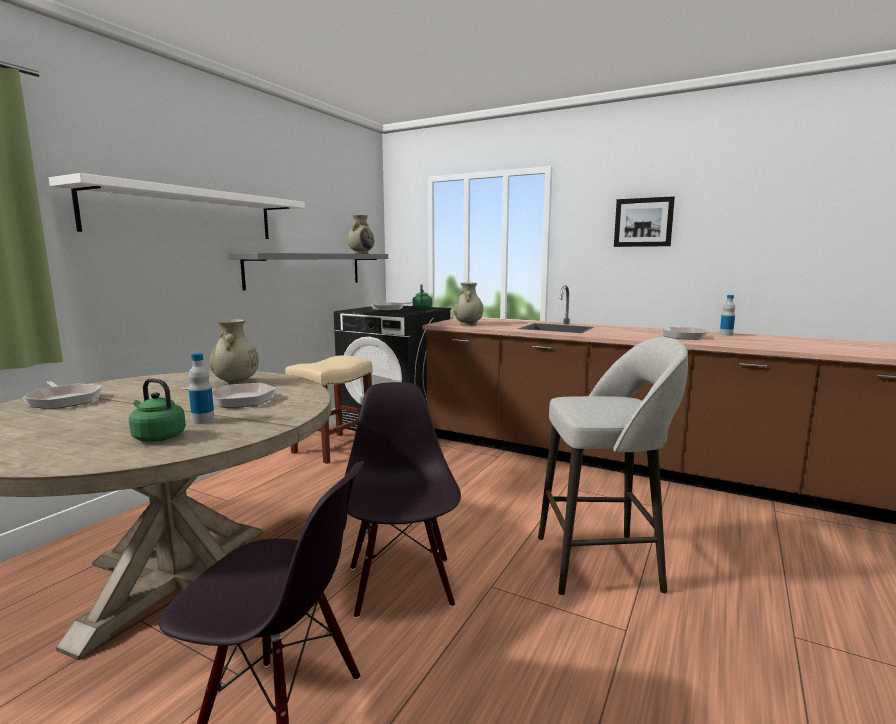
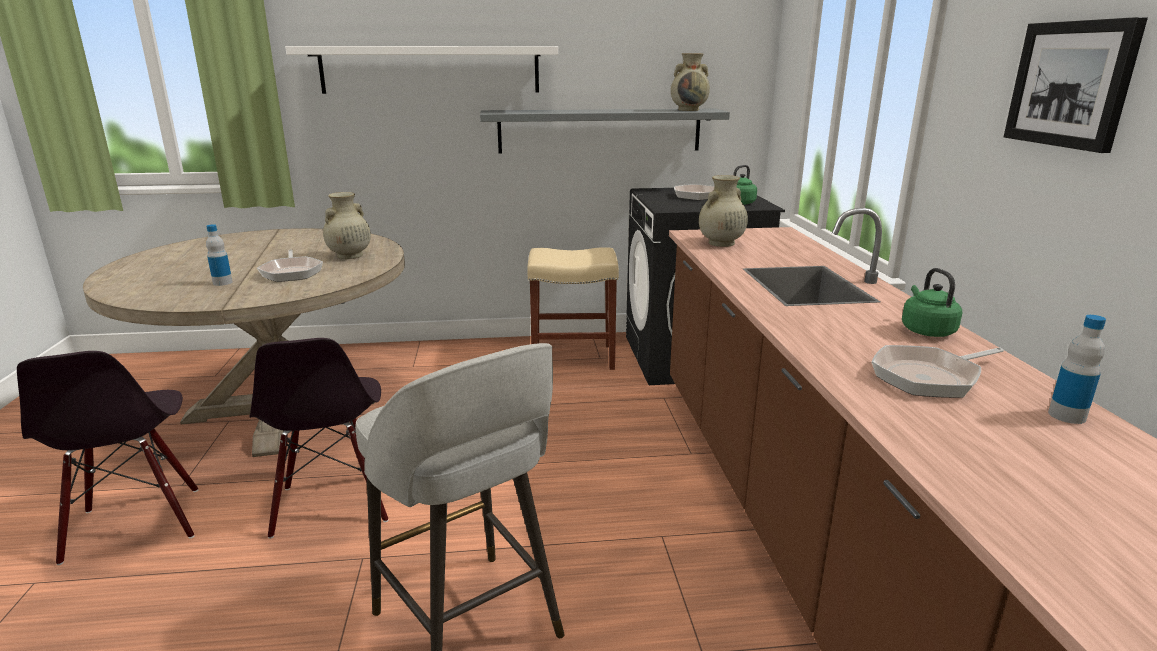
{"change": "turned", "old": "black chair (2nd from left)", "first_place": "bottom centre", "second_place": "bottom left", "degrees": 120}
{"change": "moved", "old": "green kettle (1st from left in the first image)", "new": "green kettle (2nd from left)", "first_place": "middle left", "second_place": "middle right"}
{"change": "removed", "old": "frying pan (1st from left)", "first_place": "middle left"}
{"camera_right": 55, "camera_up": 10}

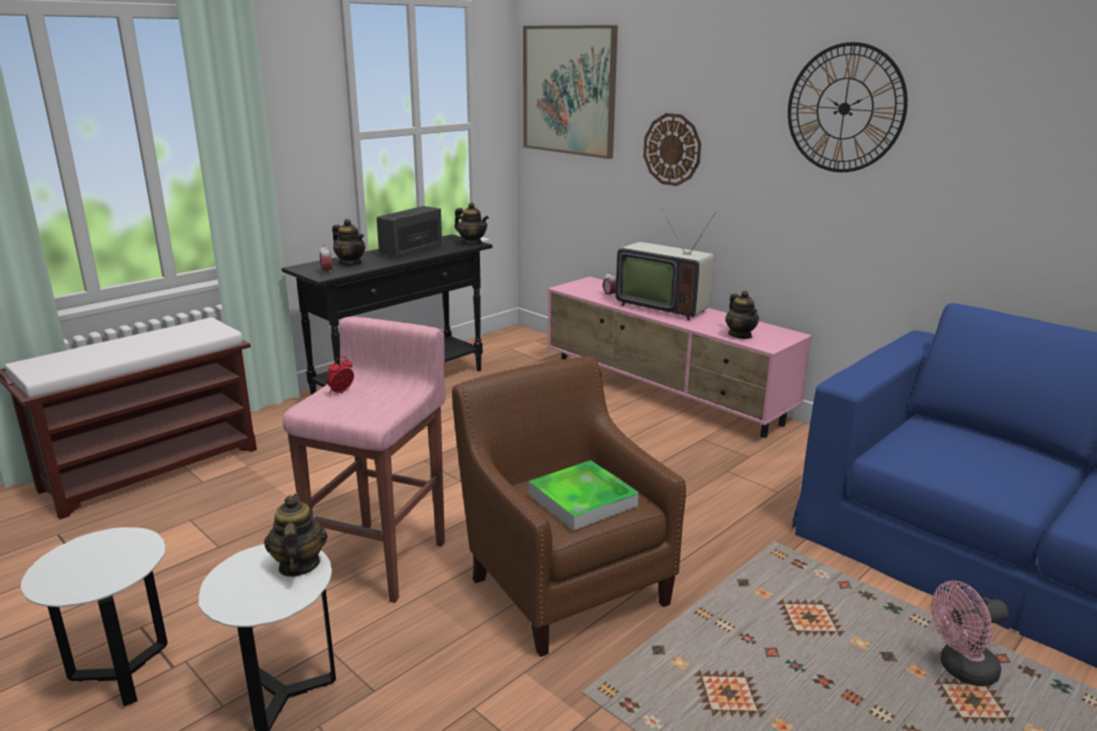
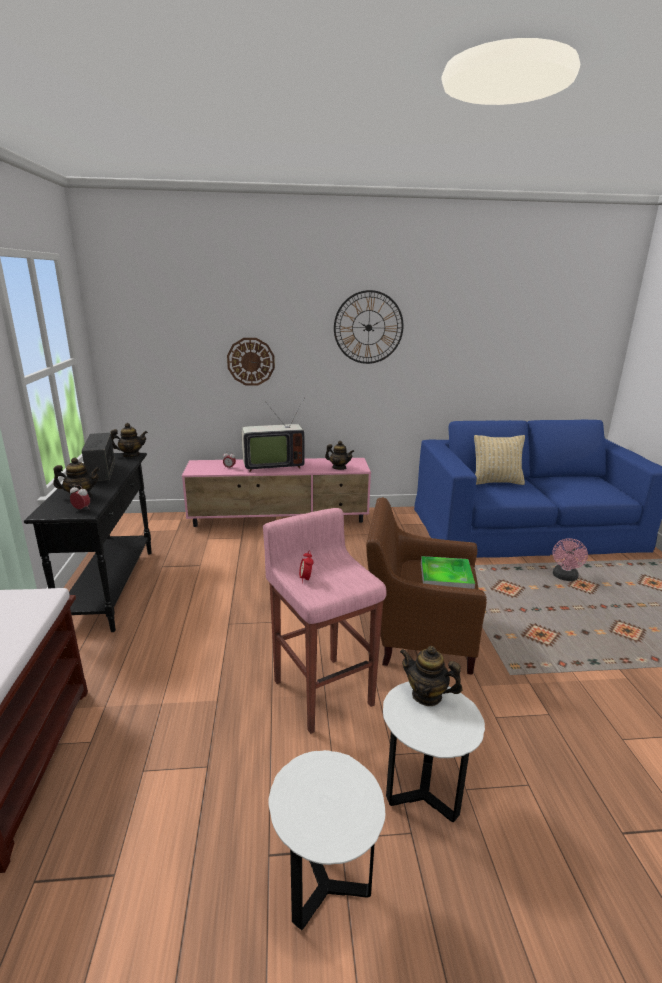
{"change": "added", "new": "beige pillow", "second_place": "middle right"}
{"change": "removed", "old": "picture", "first_place": "top centre"}
{"camera_right": -50, "camera_up": 0}

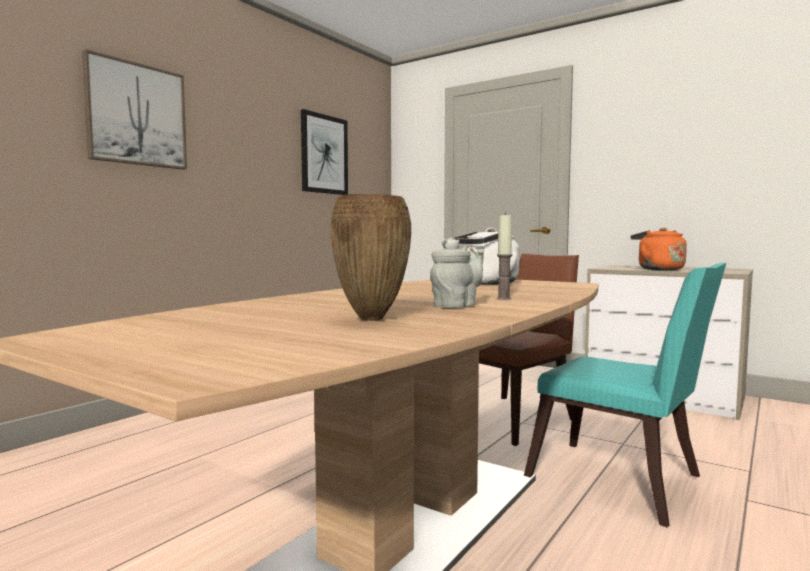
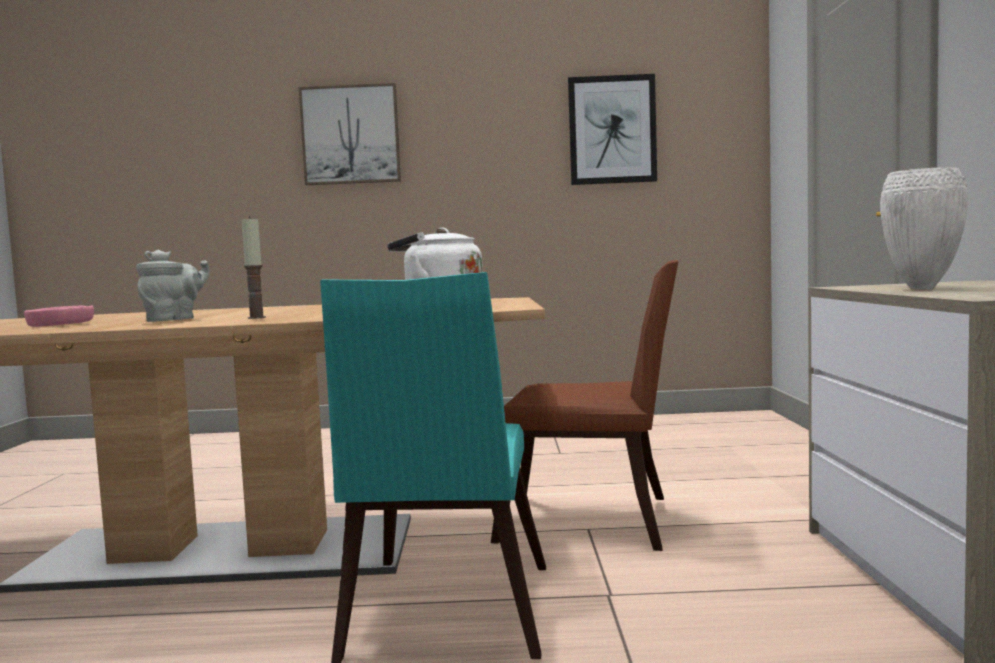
{"change": "replaced", "old": "brown vase", "new": "pink bowl", "first_place": "centre", "second_place": "middle left"}
{"change": "turned", "old": "grey teapot", "first_place": "centre", "second_place": "middle left", "degrees": -60}
{"change": "replaced", "old": "orange kettle", "new": "white vase", "first_place": "middle right", "second_place": "middle right"}
{"camera_right": 55, "camera_up": 0}

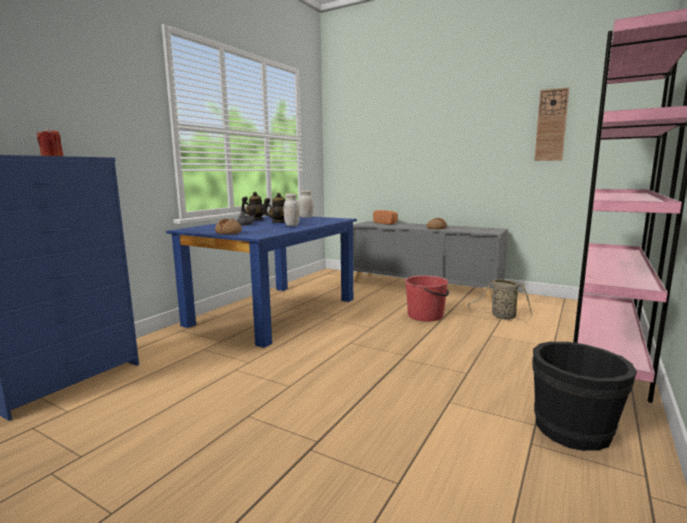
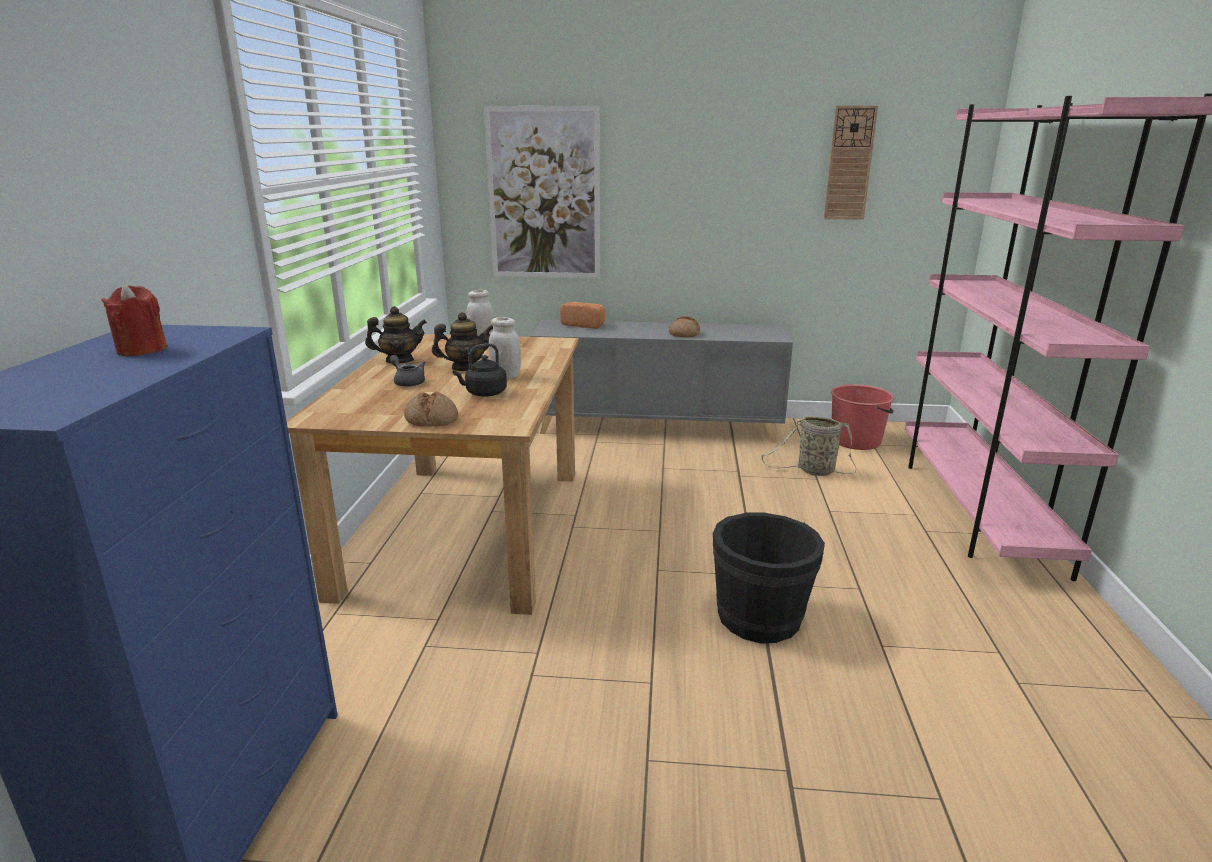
{"change": "recoloured", "old": "blue dining table", "new": "brown dining table", "first_place": "centre", "second_place": "centre"}
{"change": "added", "new": "black kettle", "second_place": "centre"}
{"change": "added", "new": "picture", "second_place": "top centre"}
{"change": "moved", "old": "black bucket", "first_place": "bottom right", "second_place": "bottom centre"}
{"change": "moved", "old": "red bucket", "first_place": "centre", "second_place": "middle right"}
{"camera_right": -25, "camera_up": 10}

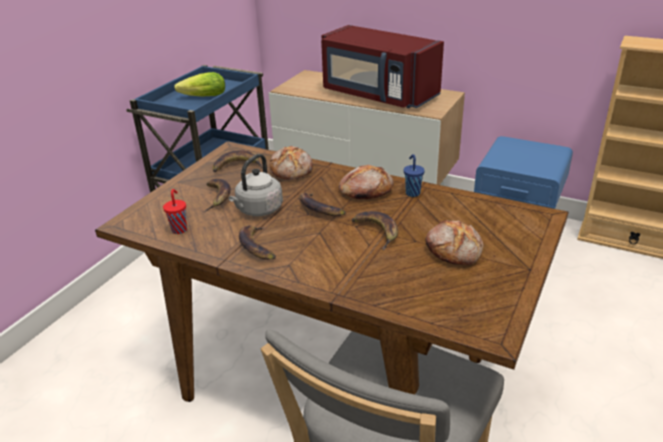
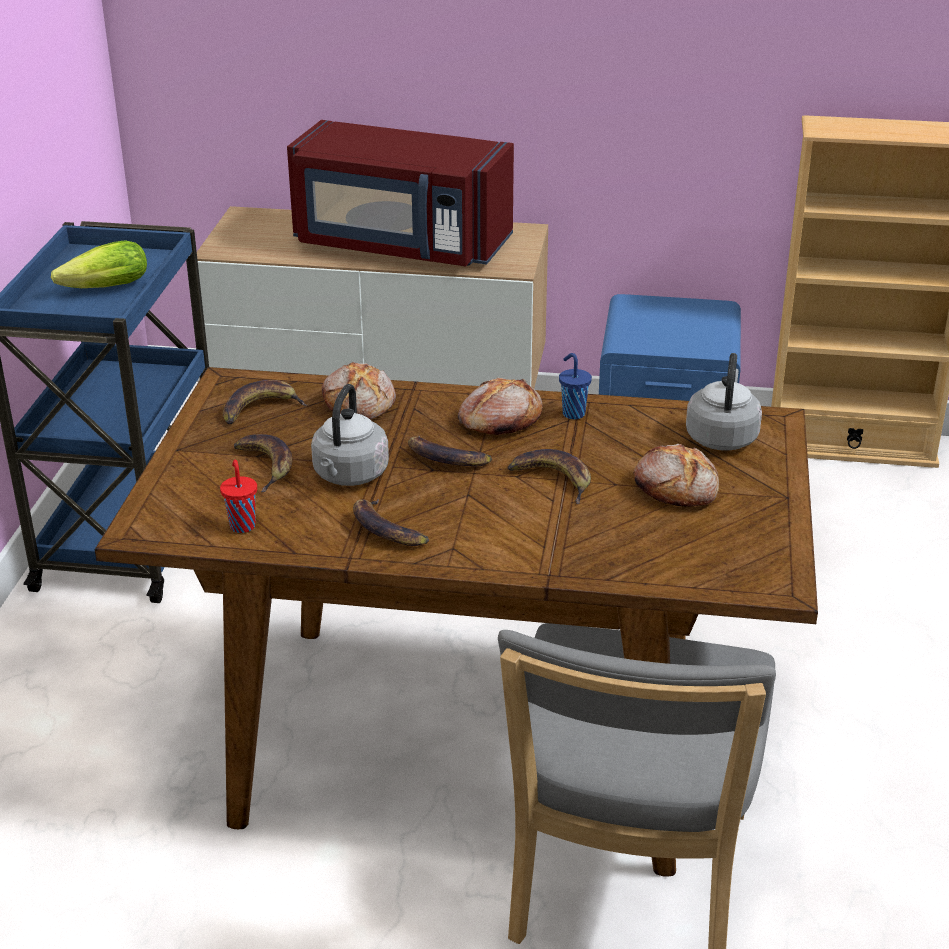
{"change": "added", "new": "grey kettle (2nd from left)", "second_place": "middle right"}
{"camera_right": -20, "camera_up": 0}

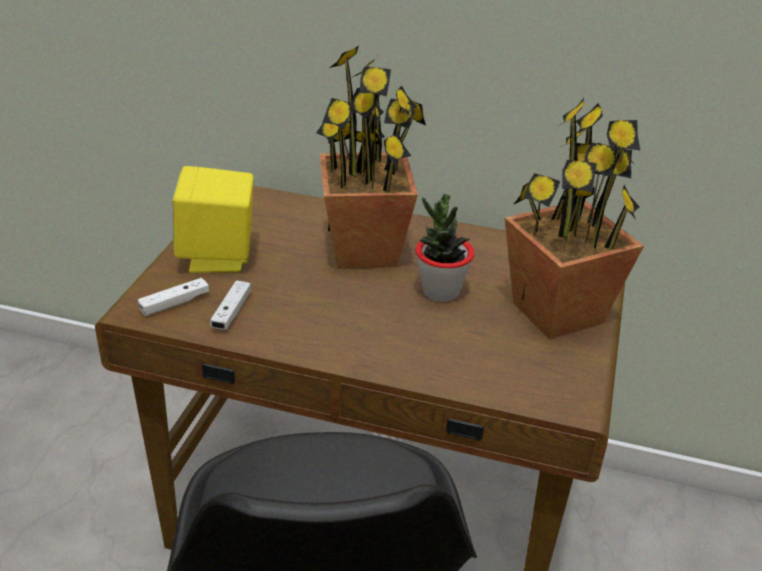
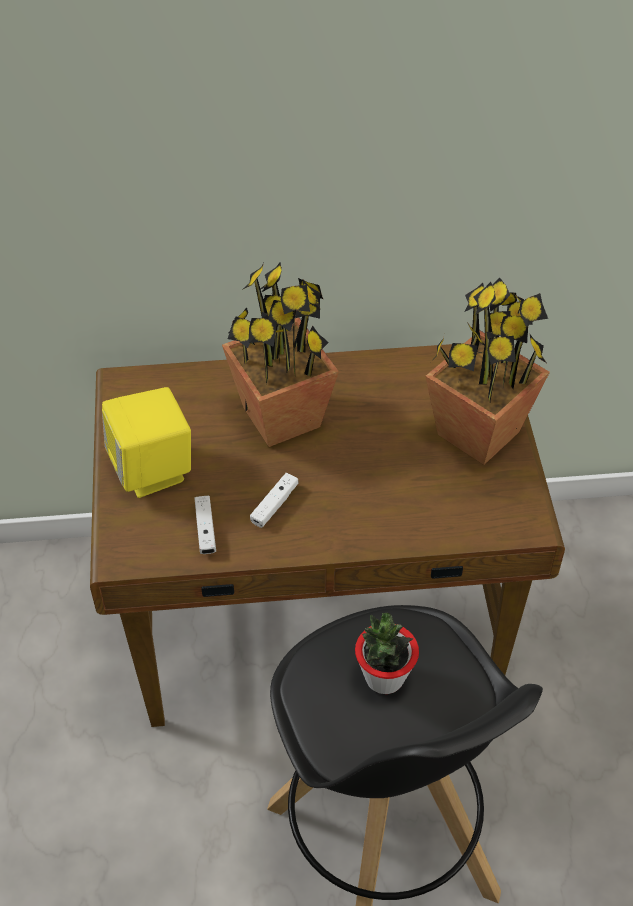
{"change": "moved", "old": "white game controller (1st from left in the first image)", "new": "white game controller (2nd from left)", "first_place": "middle left", "second_place": "centre"}
{"change": "moved", "old": "potted plant (2nd from left)", "first_place": "centre", "second_place": "bottom centre"}
{"camera_right": -20, "camera_up": 15}

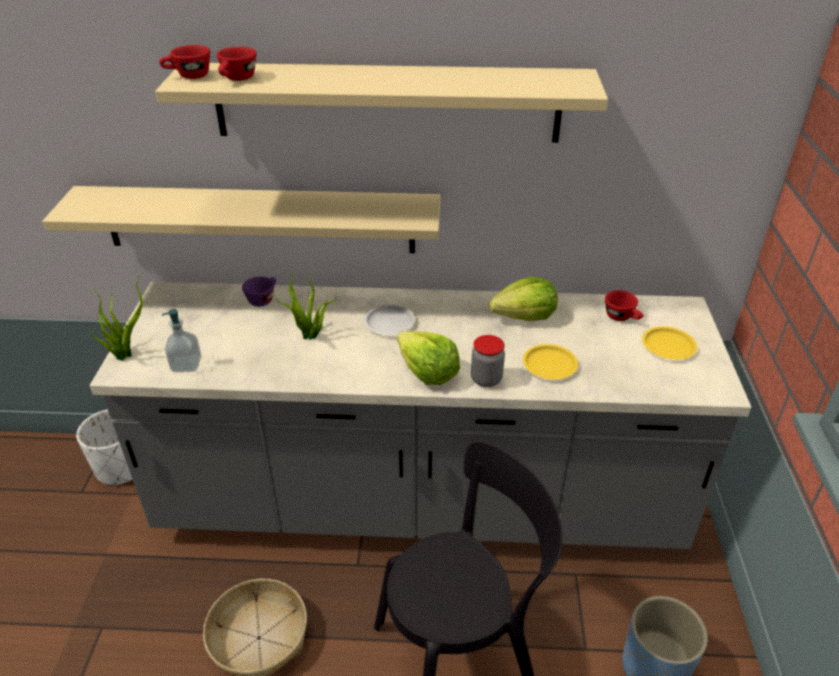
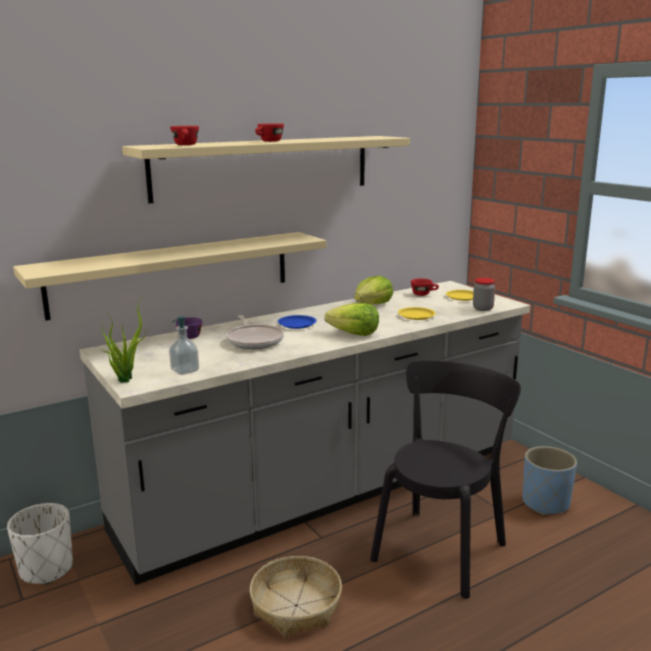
{"change": "replaced", "old": "potted plant (2nd from left)", "new": "frying pan", "first_place": "centre", "second_place": "centre"}
{"change": "moved", "old": "red cup (1st from left in the first image)", "new": "red cup (2nd from left)", "first_place": "top left", "second_place": "top centre"}
{"change": "recoloured", "old": "white plate", "new": "blue plate", "first_place": "centre", "second_place": "centre"}
{"change": "moved", "old": "jar", "first_place": "centre", "second_place": "middle right"}
{"camera_right": -35, "camera_up": -20}

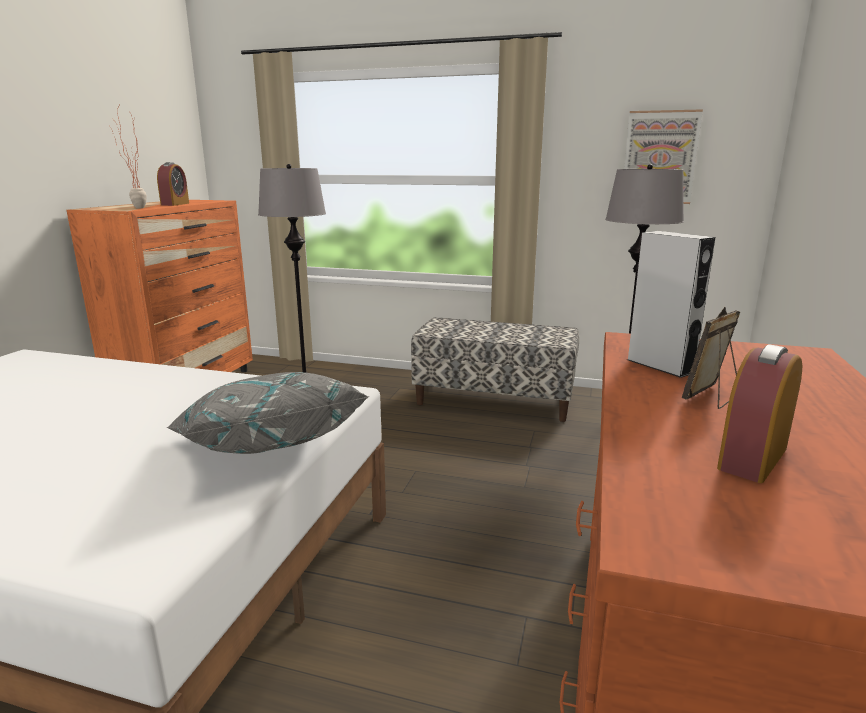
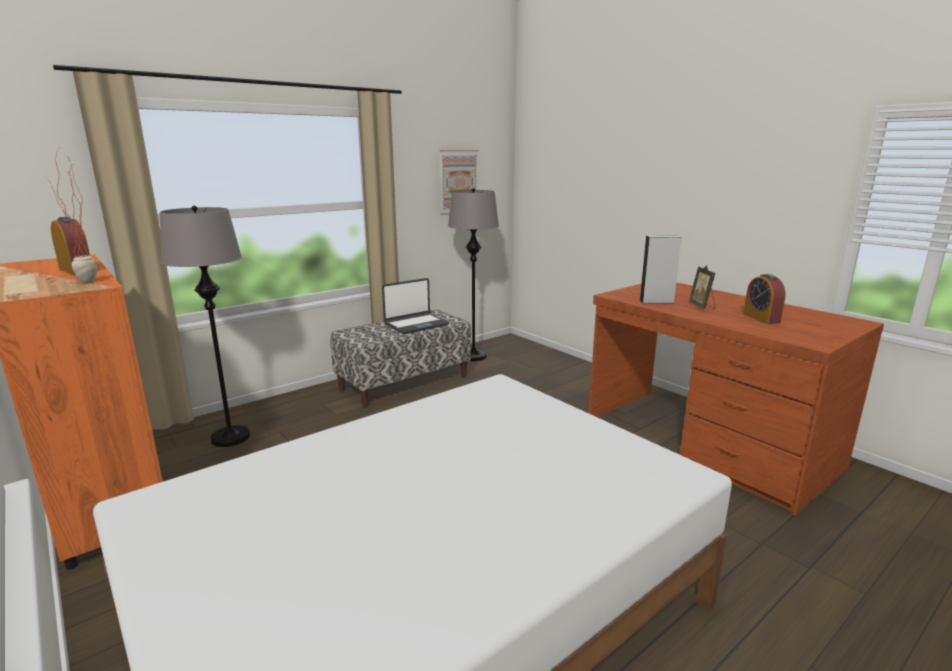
{"change": "added", "new": "laptop", "second_place": "centre"}
{"change": "removed", "old": "grey pillow", "first_place": "middle left"}
{"camera_right": -55, "camera_up": 0}

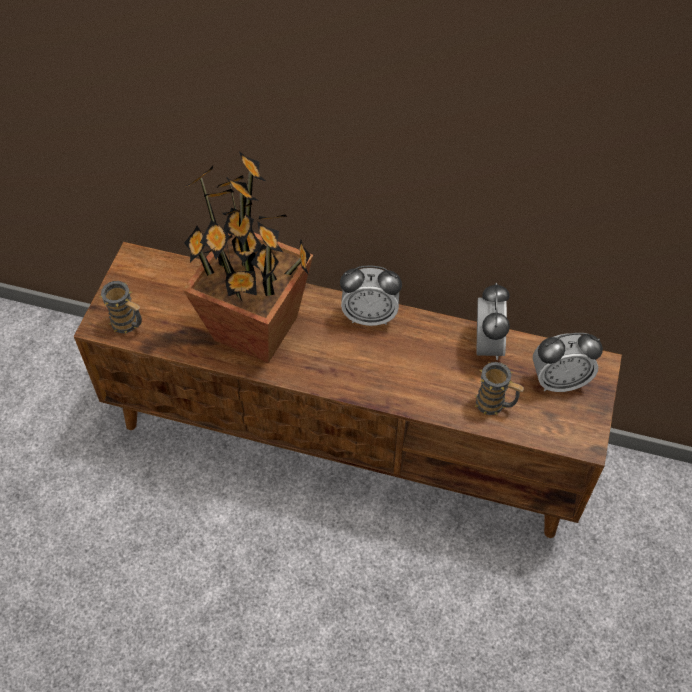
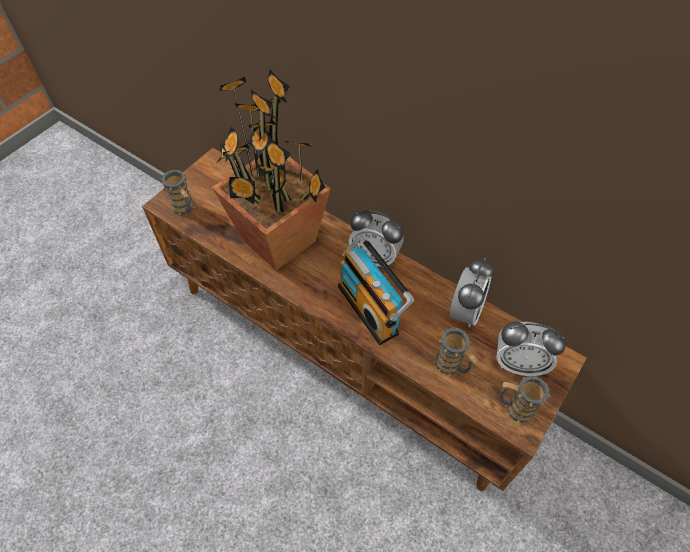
{"change": "added", "new": "radio", "second_place": "centre"}
{"change": "added", "new": "mug (3rd from left)", "second_place": "bottom right"}
{"camera_right": 20, "camera_up": 0}

